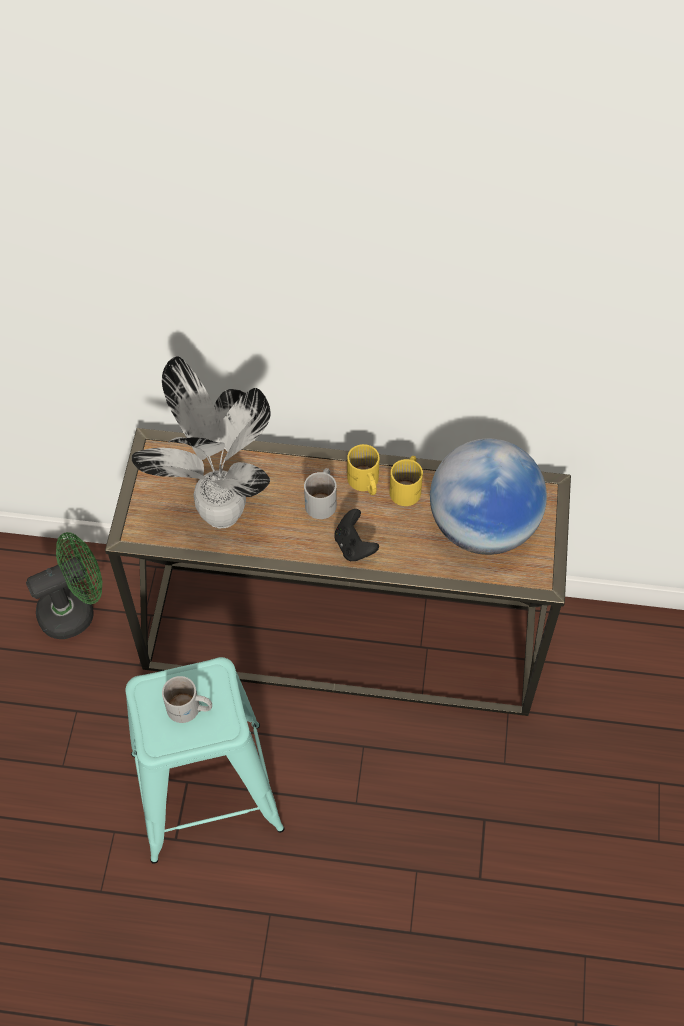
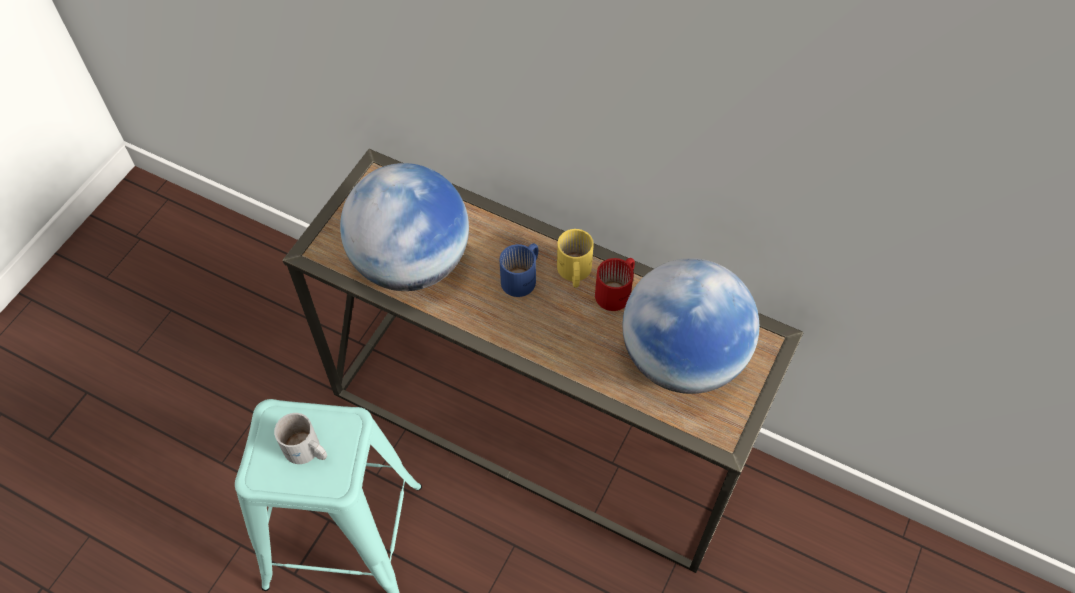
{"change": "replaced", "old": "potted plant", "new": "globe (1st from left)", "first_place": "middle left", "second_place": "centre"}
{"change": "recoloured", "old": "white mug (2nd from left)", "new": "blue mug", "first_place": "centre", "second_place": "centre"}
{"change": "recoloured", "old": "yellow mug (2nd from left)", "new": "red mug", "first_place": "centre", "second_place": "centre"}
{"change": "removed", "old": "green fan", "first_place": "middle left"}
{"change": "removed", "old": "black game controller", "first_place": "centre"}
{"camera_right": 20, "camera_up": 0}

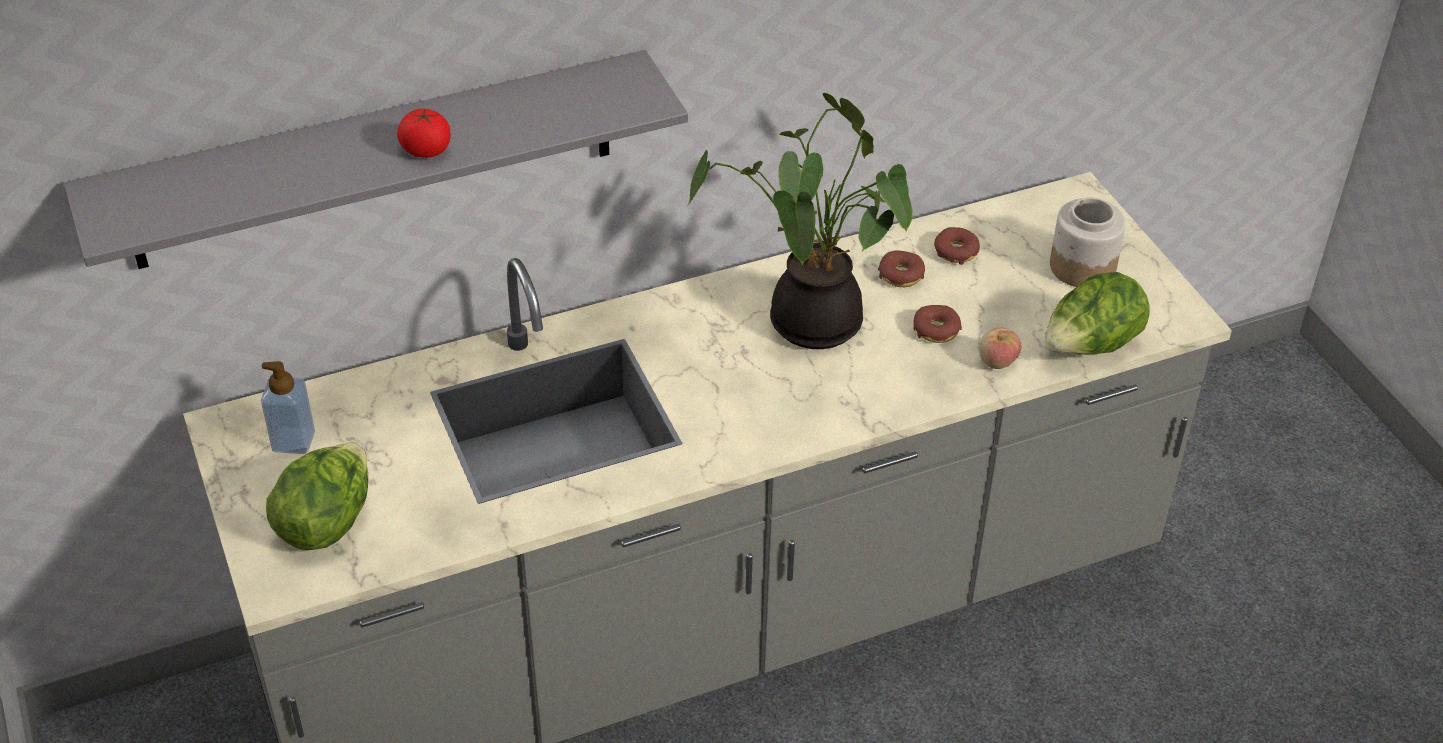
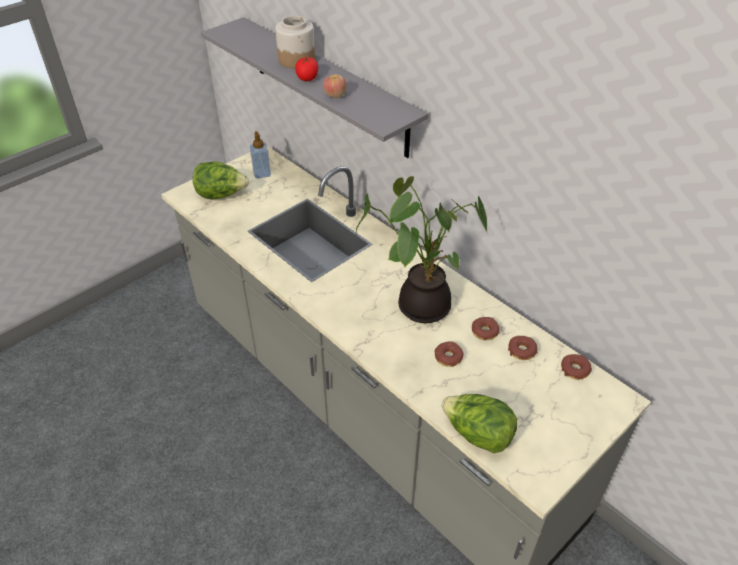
{"change": "moved", "old": "jar", "first_place": "top right", "second_place": "top centre"}
{"change": "moved", "old": "apple", "first_place": "middle right", "second_place": "top centre"}
{"change": "added", "new": "donut (4th from left)", "second_place": "middle right"}
{"camera_right": 70, "camera_up": 0}

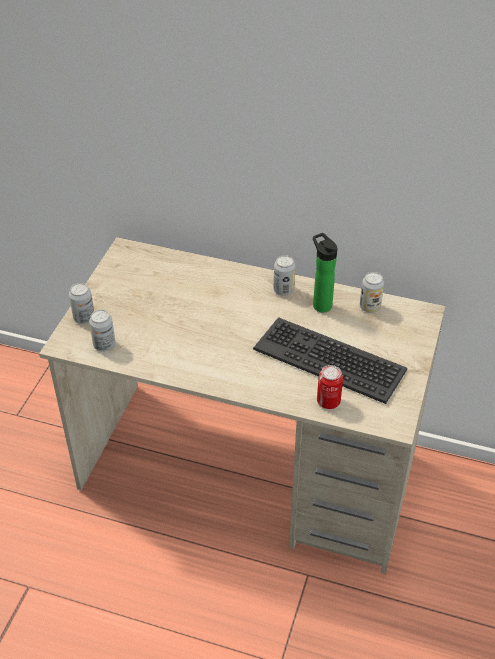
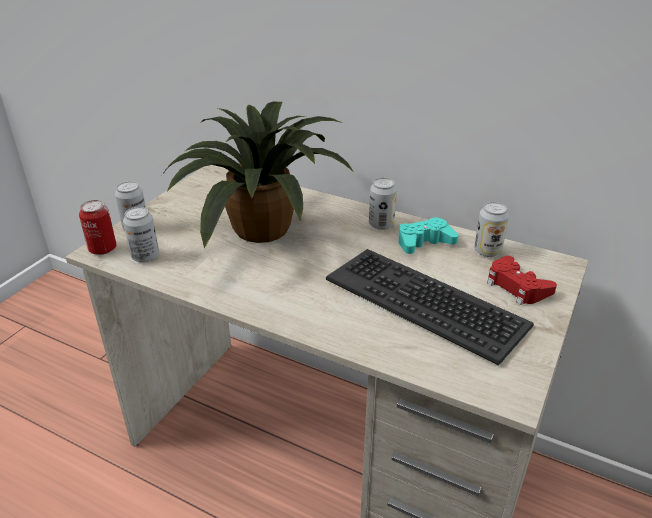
{"change": "moved", "old": "can (4th from left in the first image)", "new": "can (1st from left)", "first_place": "middle right", "second_place": "middle left"}
{"change": "added", "new": "potted plant", "second_place": "centre"}
{"change": "replaced", "old": "bottle", "new": "turquoise game controller", "first_place": "centre", "second_place": "centre"}
{"change": "added", "new": "red game controller", "second_place": "middle right"}
{"camera_right": 10, "camera_up": -10}

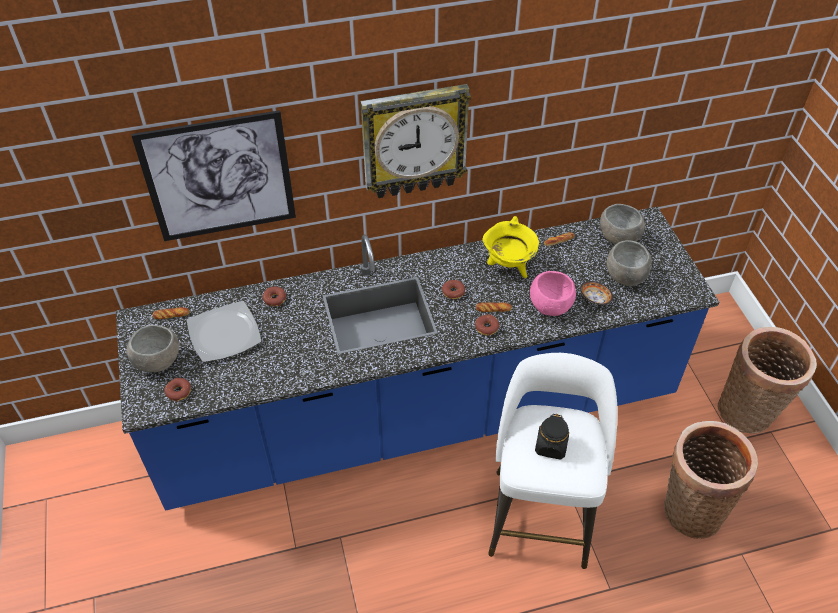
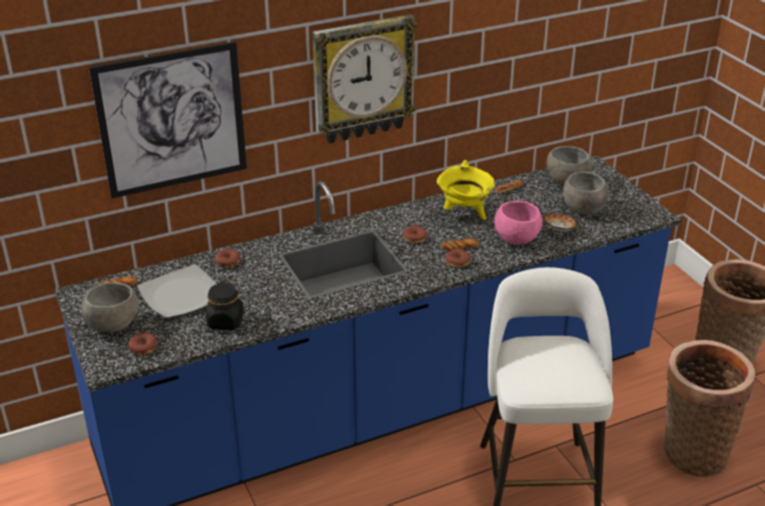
{"change": "moved", "old": "black jar", "first_place": "bottom centre", "second_place": "middle left"}
{"camera_right": -10, "camera_up": -15}

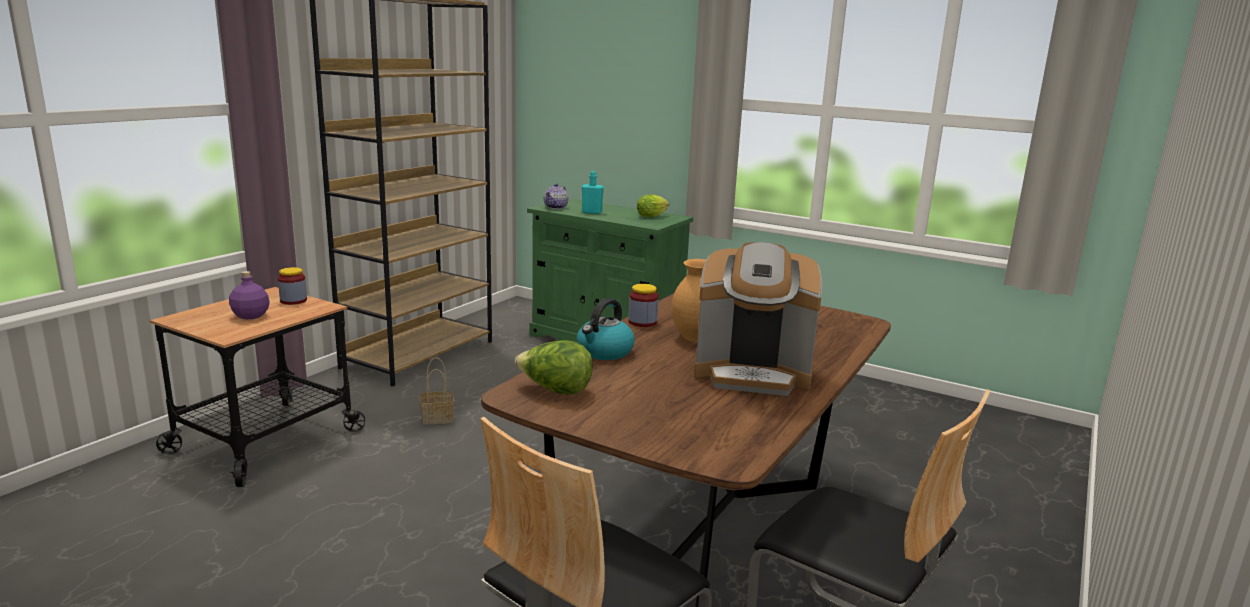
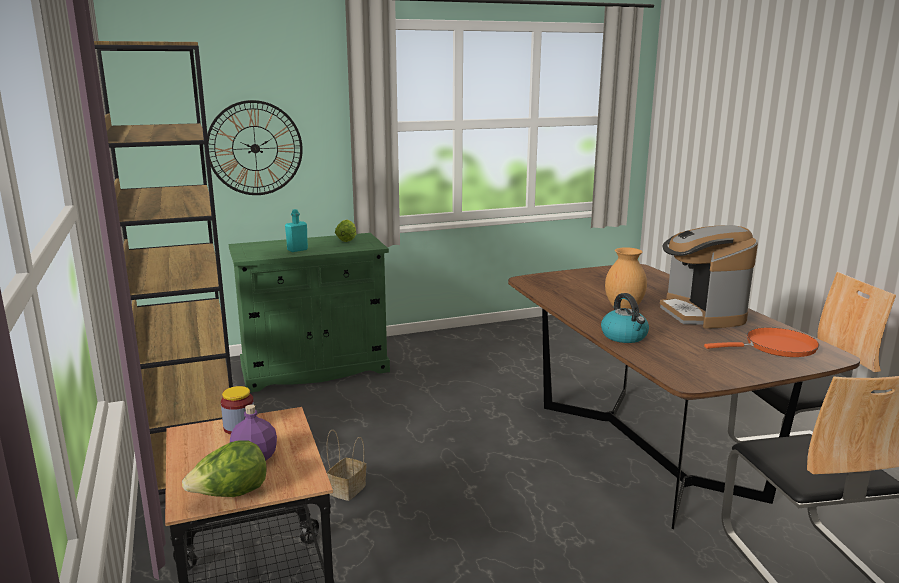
{"change": "moved", "old": "lettuce (1st from left)", "first_place": "centre", "second_place": "bottom left"}
{"change": "added", "new": "wall clock", "second_place": "top left"}
{"change": "turned", "old": "coffee machine", "first_place": "centre", "second_place": "middle right", "degrees": 120}
{"change": "added", "new": "orange frying pan", "second_place": "middle right"}
{"change": "removed", "old": "teapot", "first_place": "top centre"}
{"change": "removed", "old": "jar (2nd from left)", "first_place": "centre"}
{"camera_right": -50, "camera_up": 0}

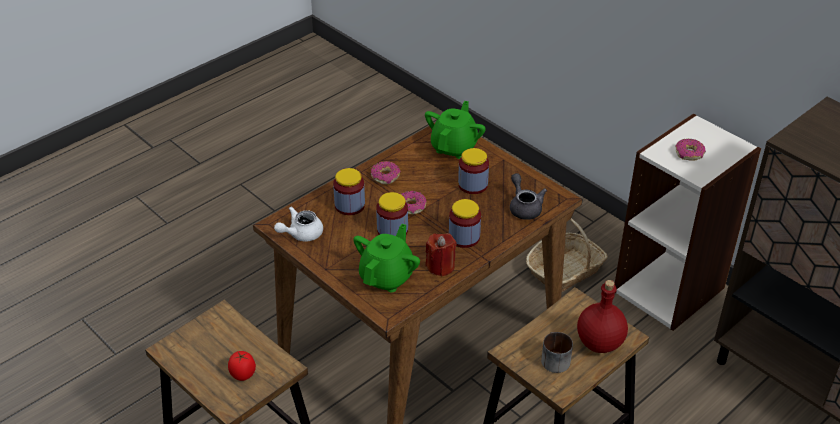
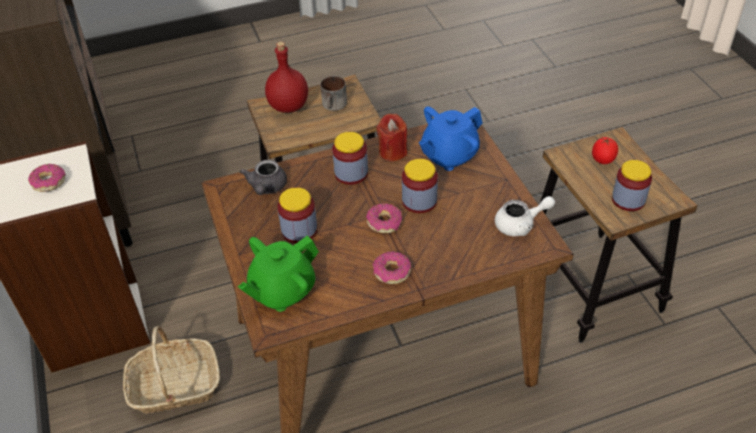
{"change": "recoloured", "old": "green teapot (1st from left)", "new": "blue teapot", "first_place": "centre", "second_place": "top centre"}
{"change": "moved", "old": "jar (1st from left in the first image)", "new": "jar (4th from left)", "first_place": "centre", "second_place": "middle right"}
{"camera_right": -155, "camera_up": 5}

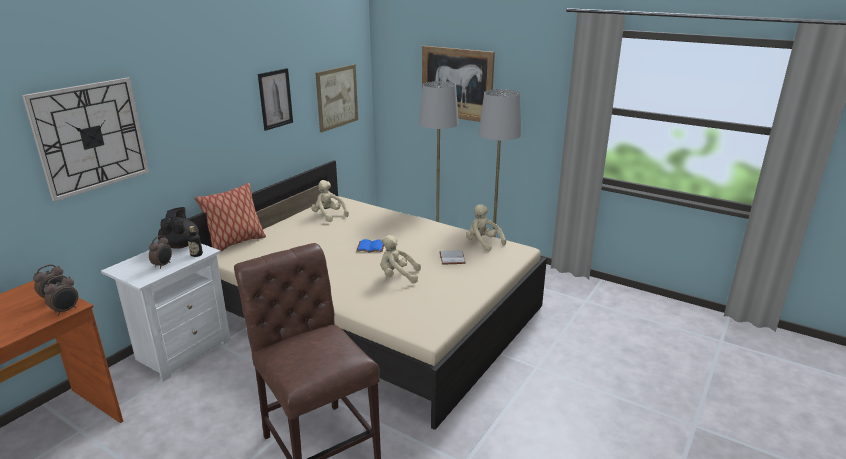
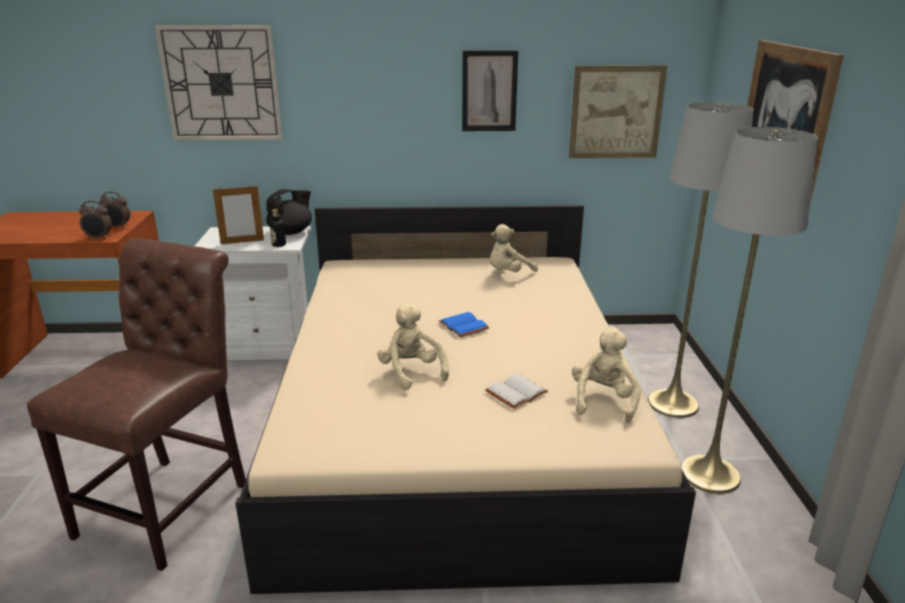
{"change": "replaced", "old": "alarm clock (3rd from left)", "new": "picture frame", "first_place": "middle left", "second_place": "middle left"}
{"change": "turned", "old": "beige plush toy (1st from left in the first image)", "first_place": "centre", "second_place": "centre", "degrees": -135}
{"change": "removed", "old": "pillow", "first_place": "middle left"}
{"camera_right": 55, "camera_up": 0}

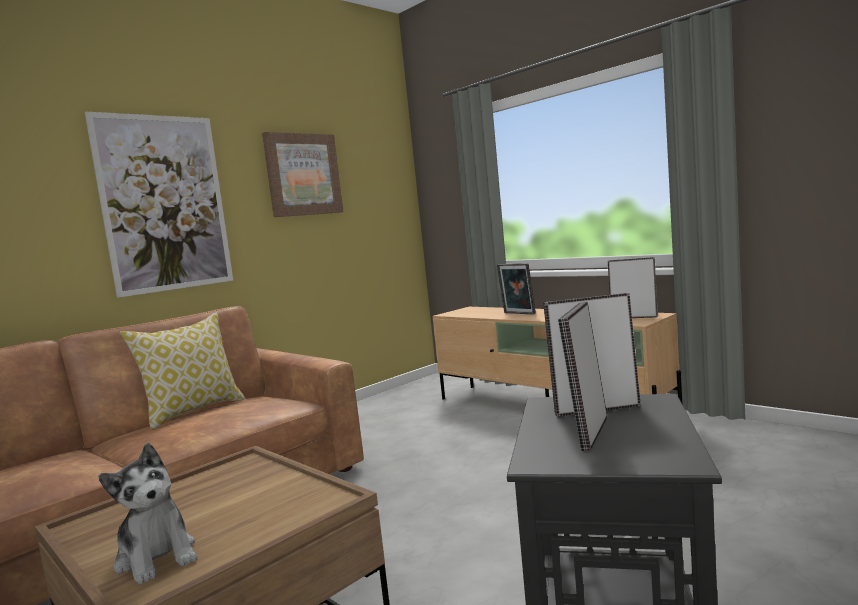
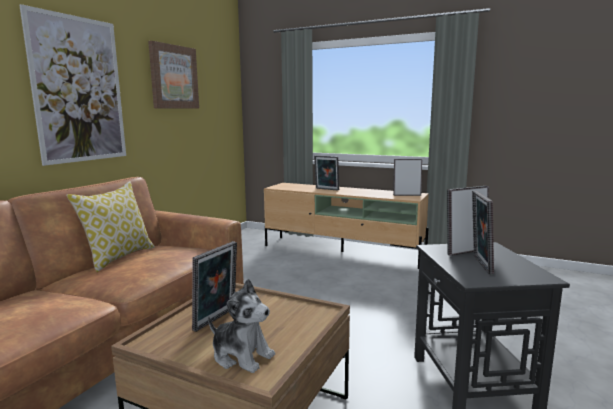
{"change": "added", "new": "picture frame (1st from left)", "second_place": "bottom centre"}
{"camera_right": -20, "camera_up": 5}

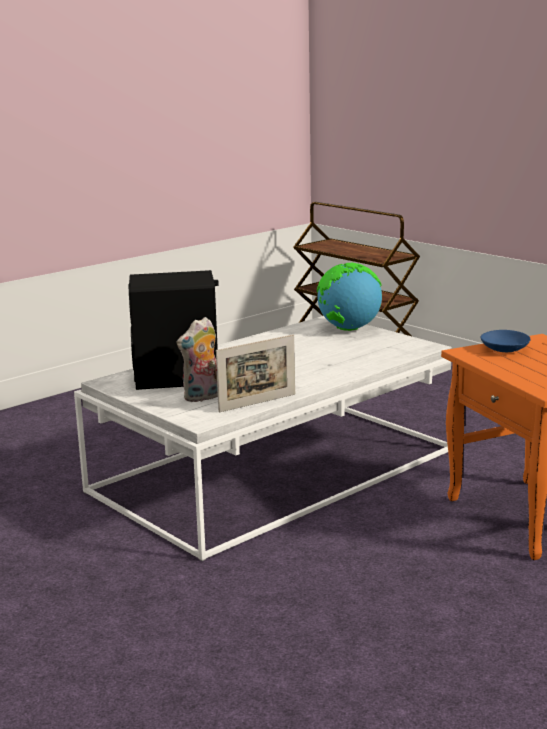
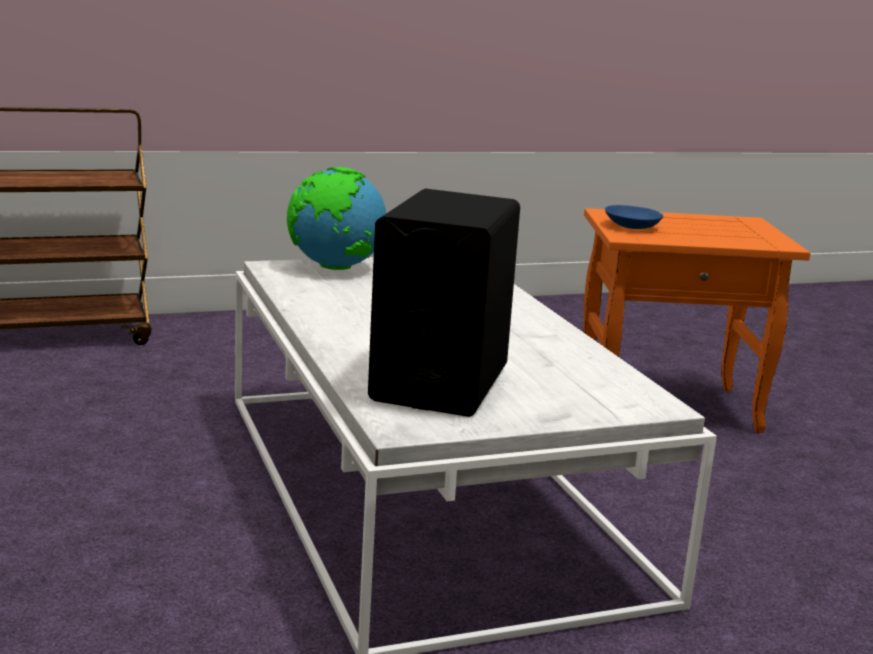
{"change": "removed", "old": "plush toy", "first_place": "centre"}
{"change": "removed", "old": "picture frame", "first_place": "centre"}
{"camera_right": -70, "camera_up": 0}

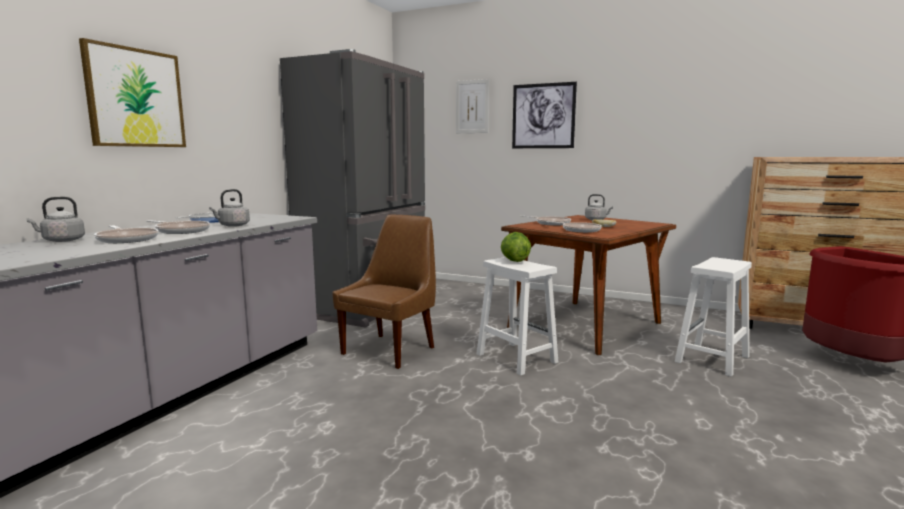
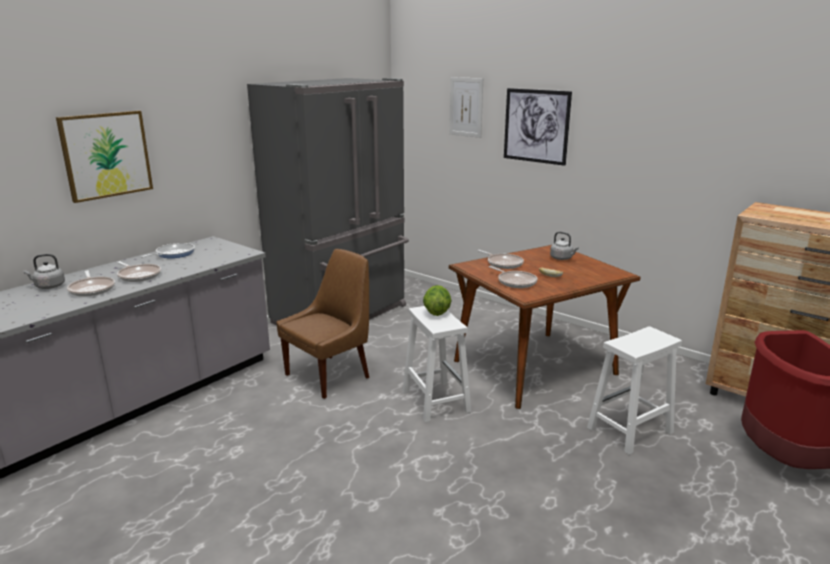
{"change": "removed", "old": "grey kettle (2nd from left)", "first_place": "middle left"}
{"camera_right": 15, "camera_up": 10}

